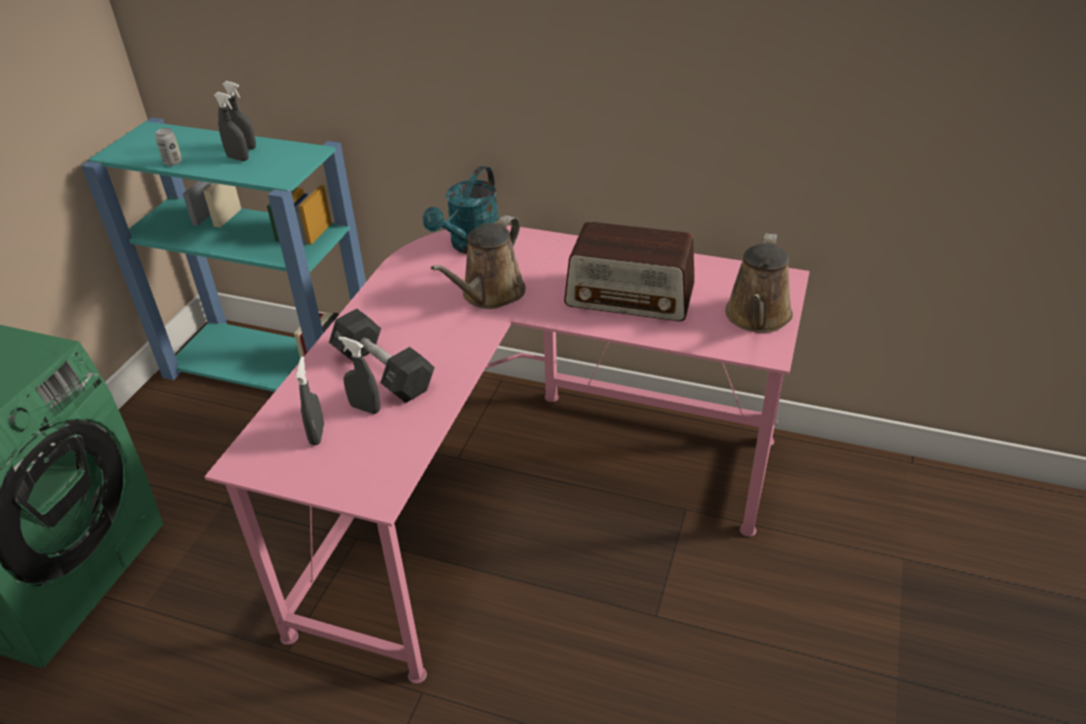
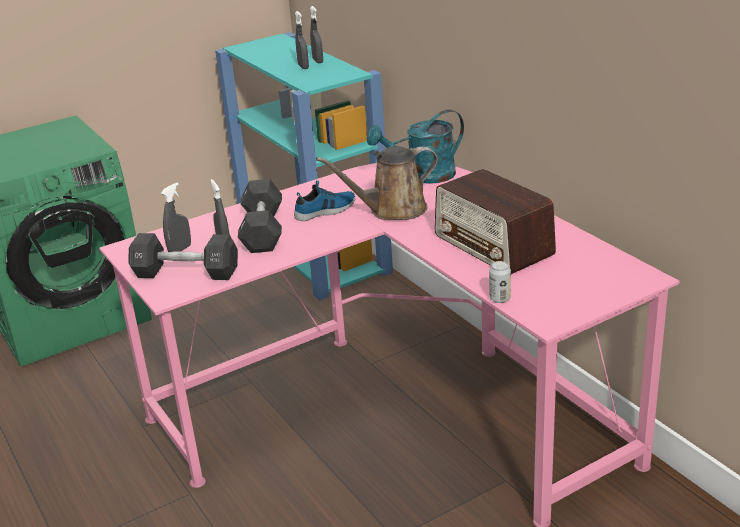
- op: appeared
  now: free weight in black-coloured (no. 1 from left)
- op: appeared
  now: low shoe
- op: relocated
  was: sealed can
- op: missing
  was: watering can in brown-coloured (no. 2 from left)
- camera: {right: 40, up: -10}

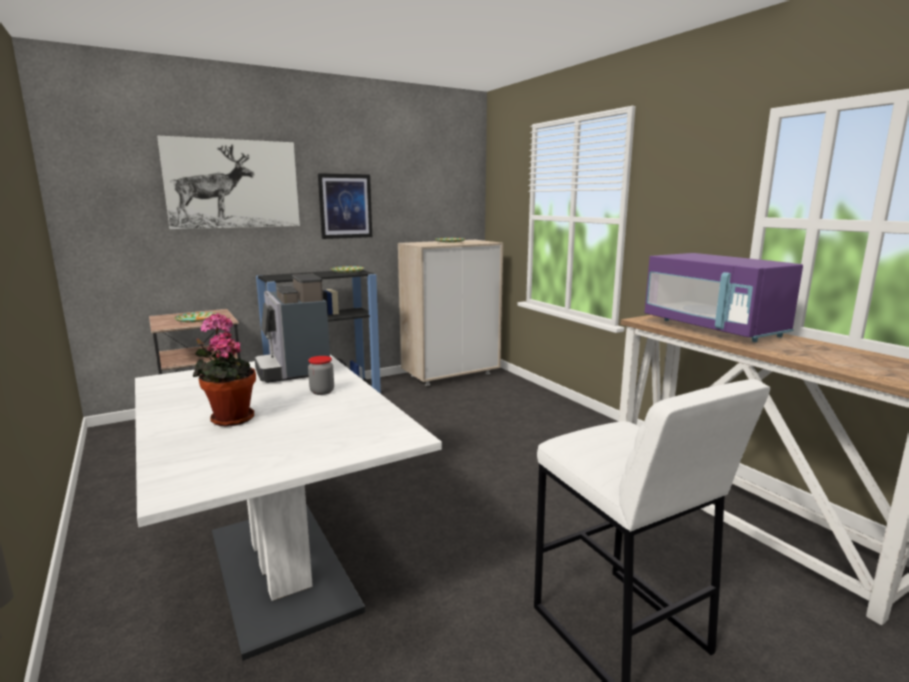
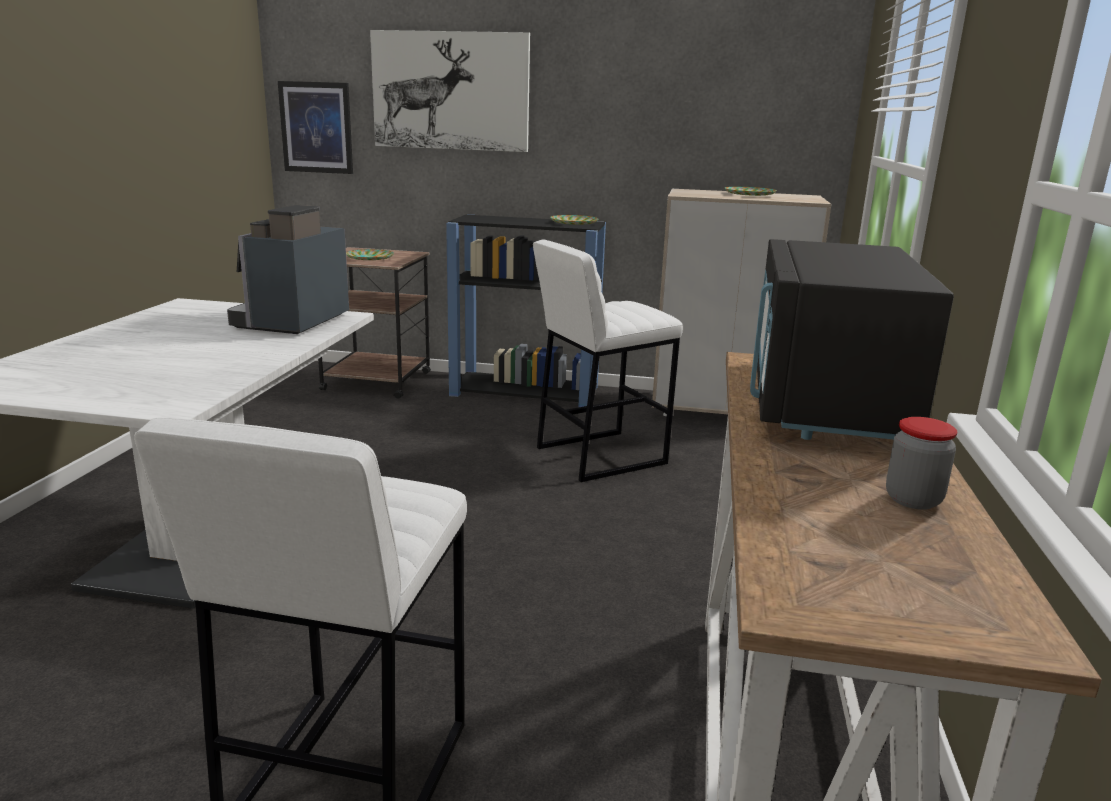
- op: relocated
  was: wall art (no. 2 from left in the first image)
  now: wall art (no. 1 from left)
- op: appeared
  now: stool seat in white-coloured (no. 2 from left)
- op: colour
  was: kitchen microwave in purple-coloured
  now: kitchen microwave in black-coloured
- op: relocated
  was: storage jar
- op: missing
  was: plant in a pot
- camera: {right: 40, up: 5}

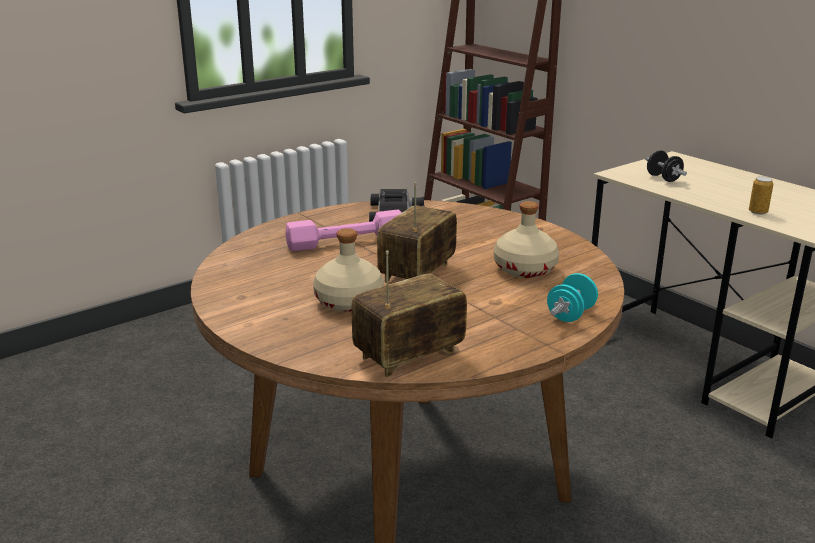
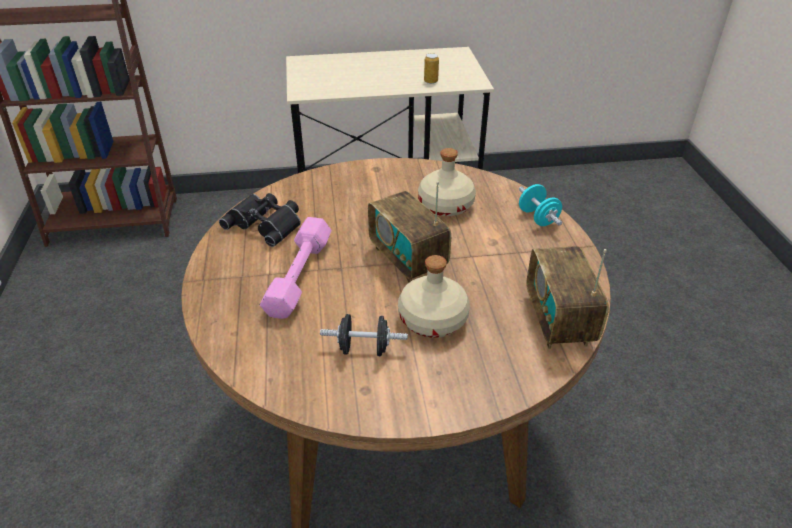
- op: relocated
  was: free weight in black-coloured
- camera: {right: -60, up: 15}

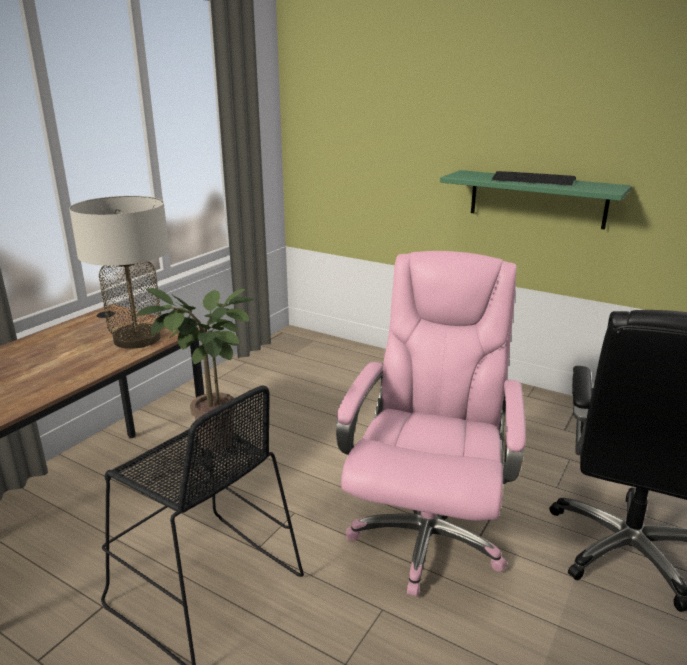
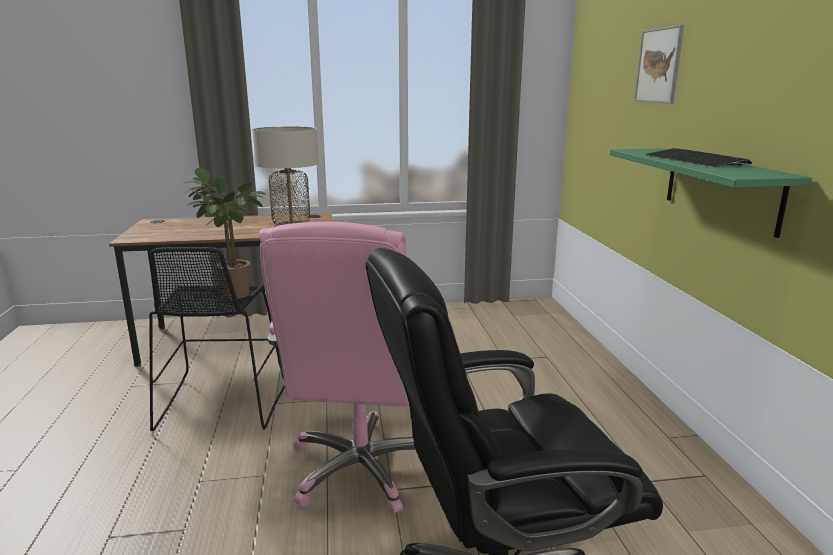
- op: spun
  was: desk chair in pink-coloured
  clockwise: 120
- op: appeared
  now: wall art
- camera: {right: 50, up: -5}

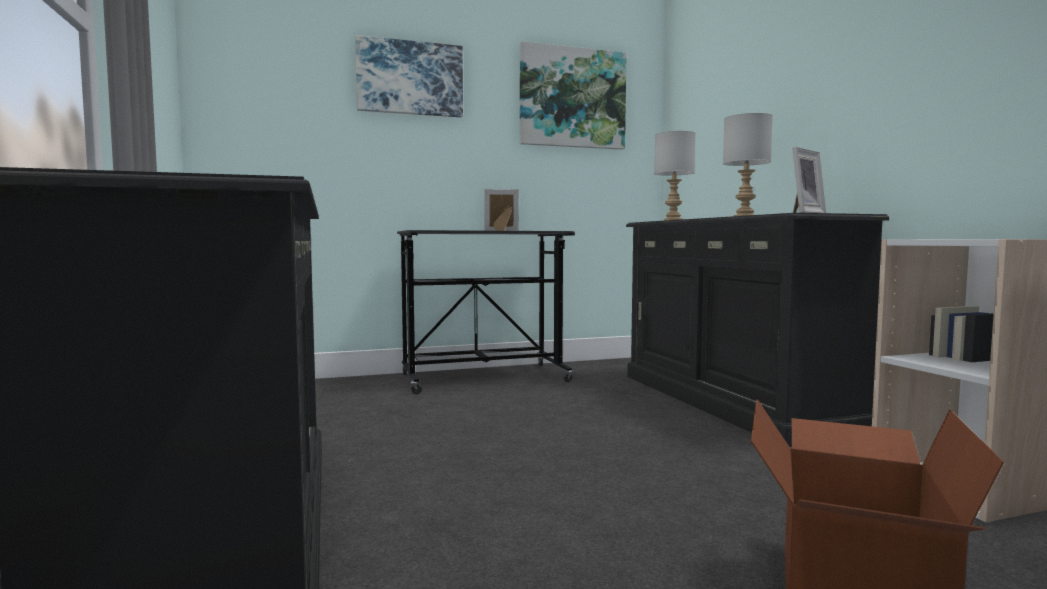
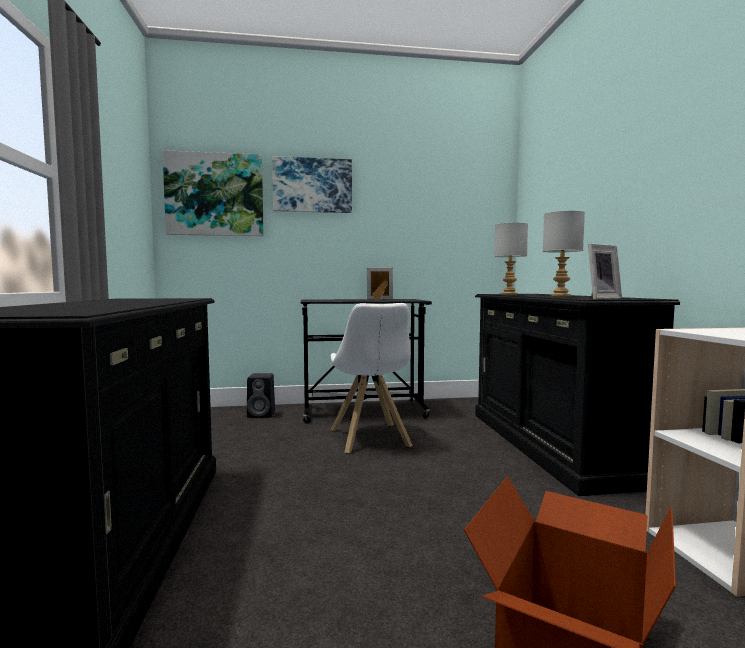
- op: relocated
  was: wall art (no. 2 from left in the first image)
  now: wall art (no. 1 from left)
- op: appeared
  now: audio speaker in black-coloured
- op: appeared
  now: plain chair in white-coloured
- camera: {right: 10, up: 0}

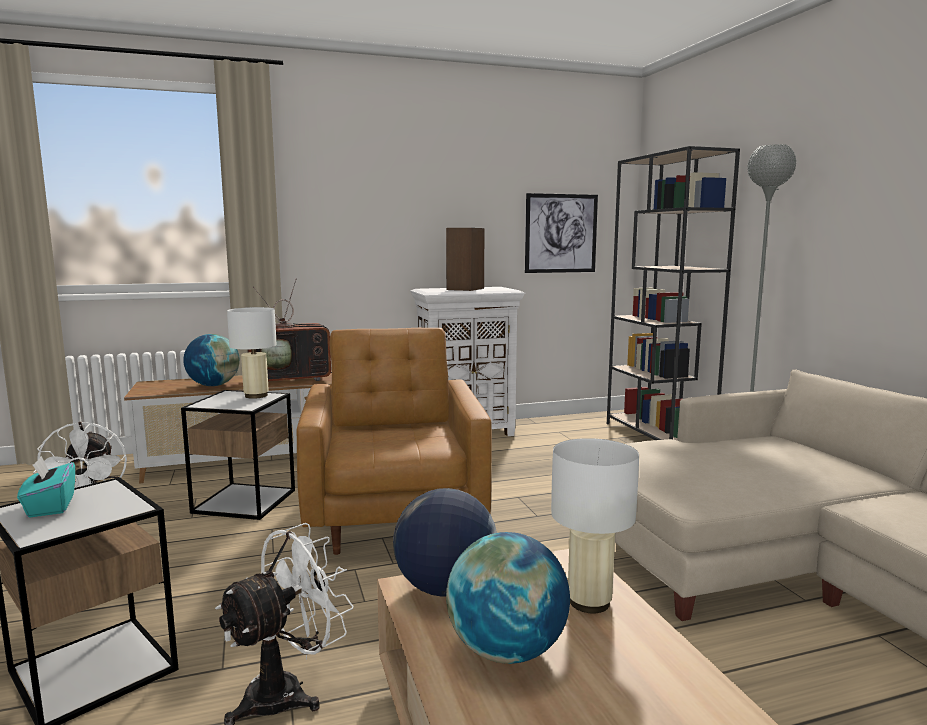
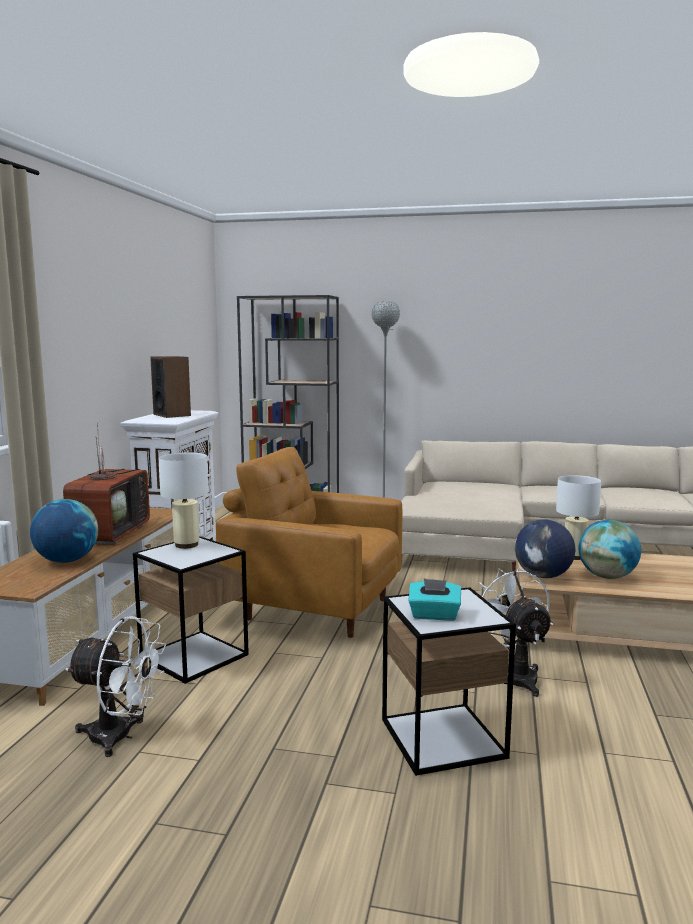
- op: missing
  was: wall art
- camera: {right: -60, up: 0}

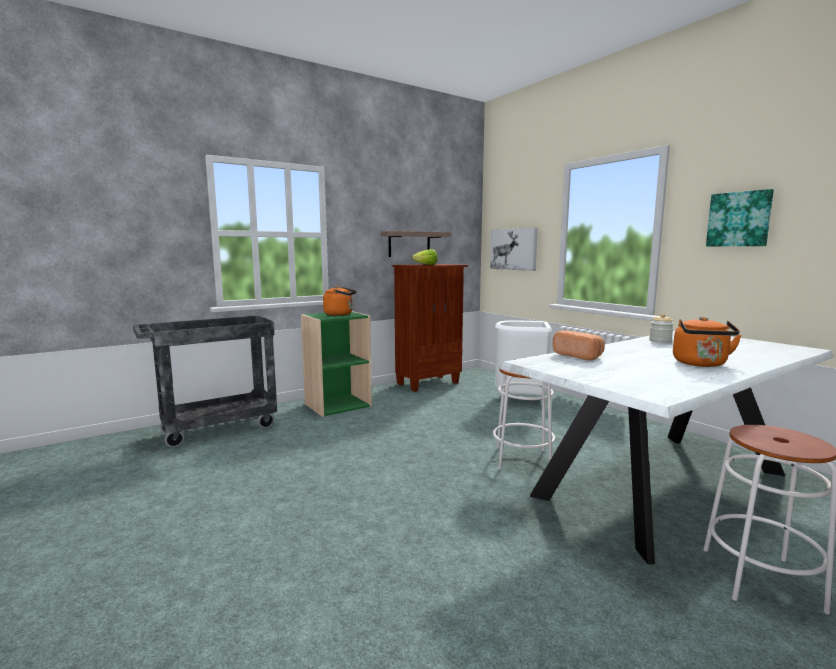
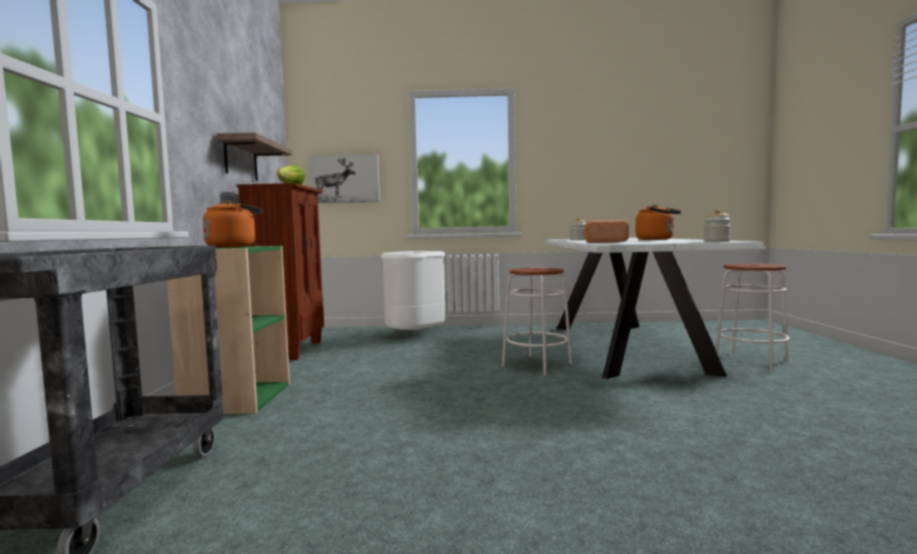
- op: appeared
  now: storage jar (no. 2 from left)
- op: missing
  was: wall art (no. 2 from left)
- camera: {right: -55, up: -5}

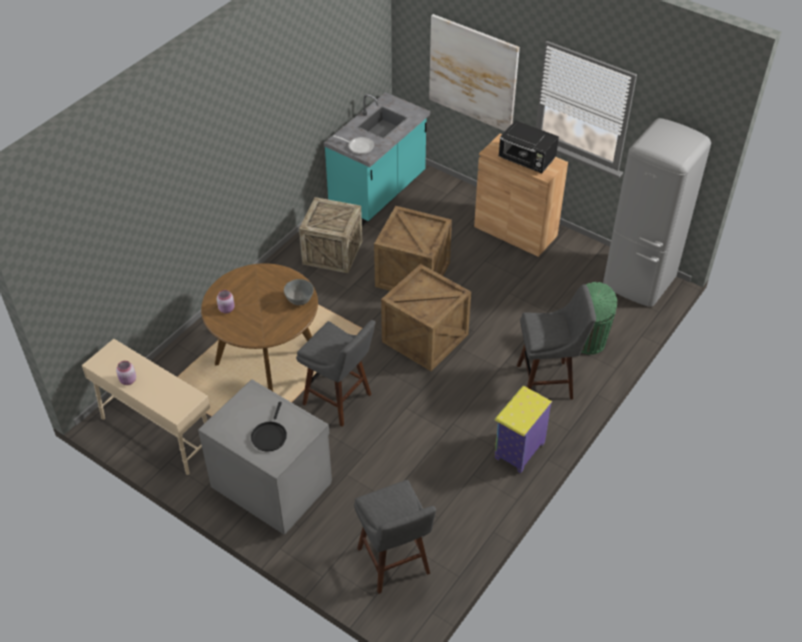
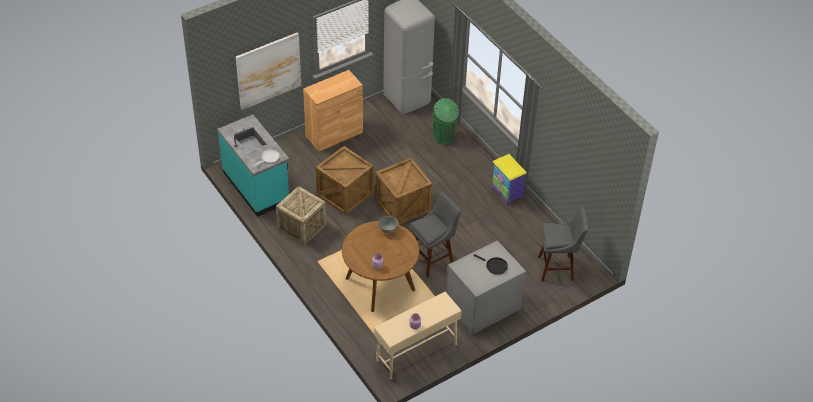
- op: missing
  was: kitchen microwave in black-coloured
- op: missing
  was: stool seat in gray (no. 3 from left)
- camera: {right: -70, up: 0}

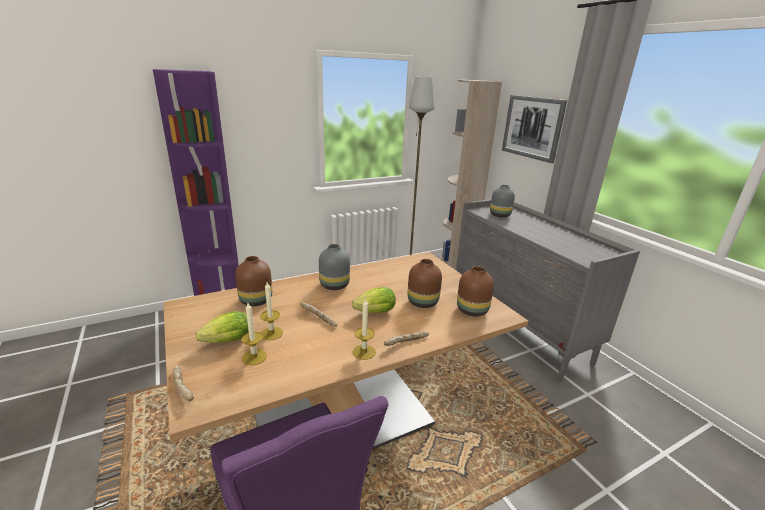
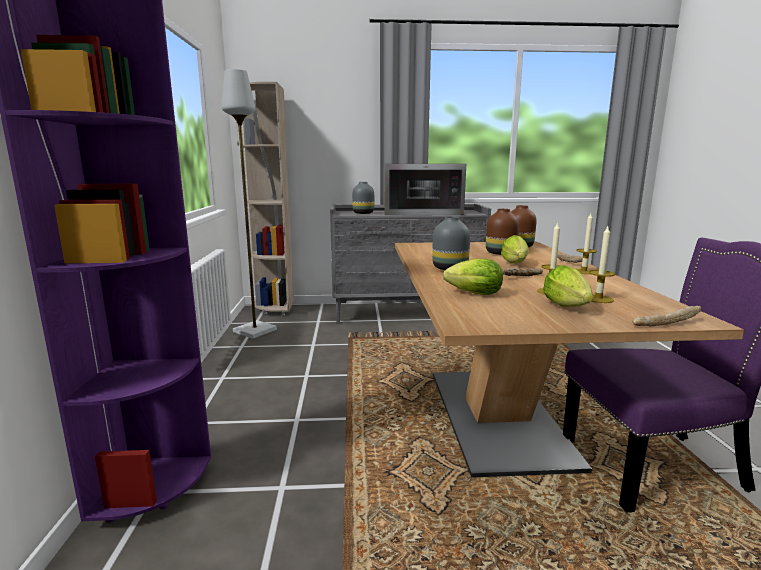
- op: appeared
  now: kitchen microwave
- op: exchanged
  was: decorative vase in brown-coloured (no. 1 from left)
  now: head of lettuce (no. 1 from left)
- op: missing
  was: wall art
- camera: {right: -65, up: -10}

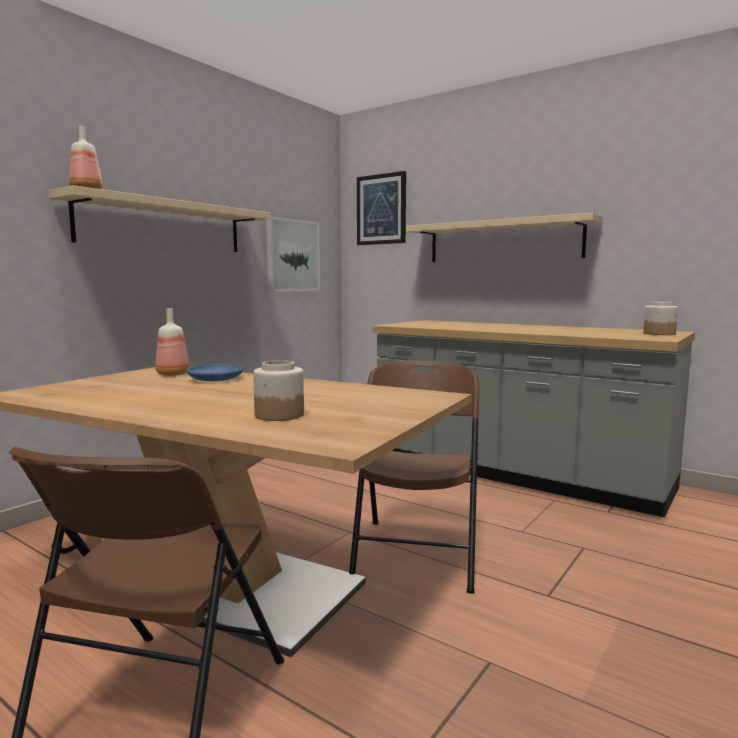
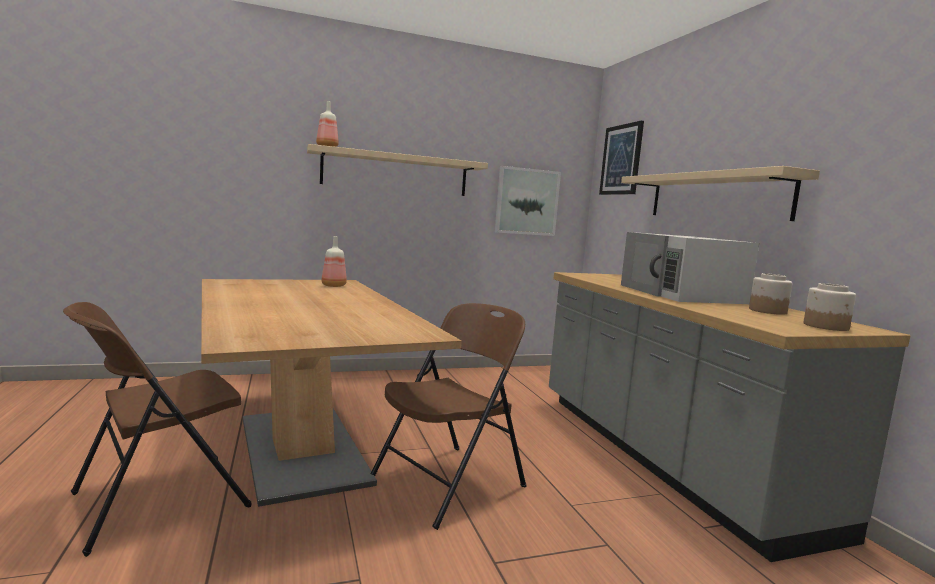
- op: appeared
  now: kitchen microwave in white-coloured
- op: relocated
  was: storage jar (no. 1 from left)
- op: missing
  was: flat dish in blue-coloured
- camera: {right: 35, up: 0}

